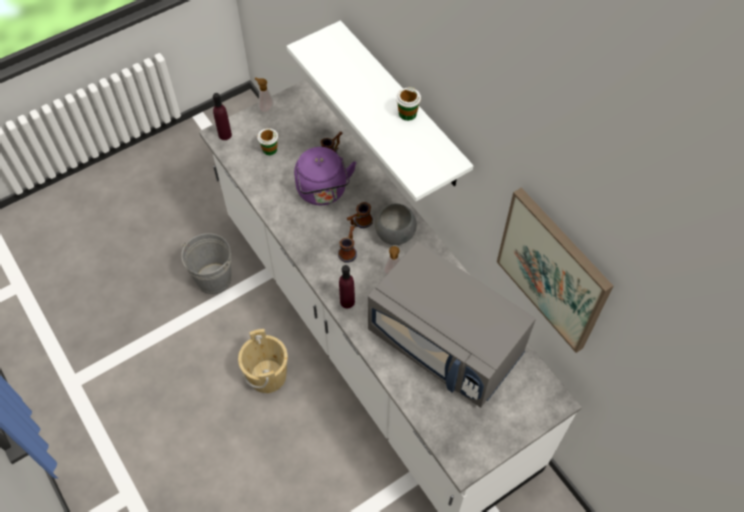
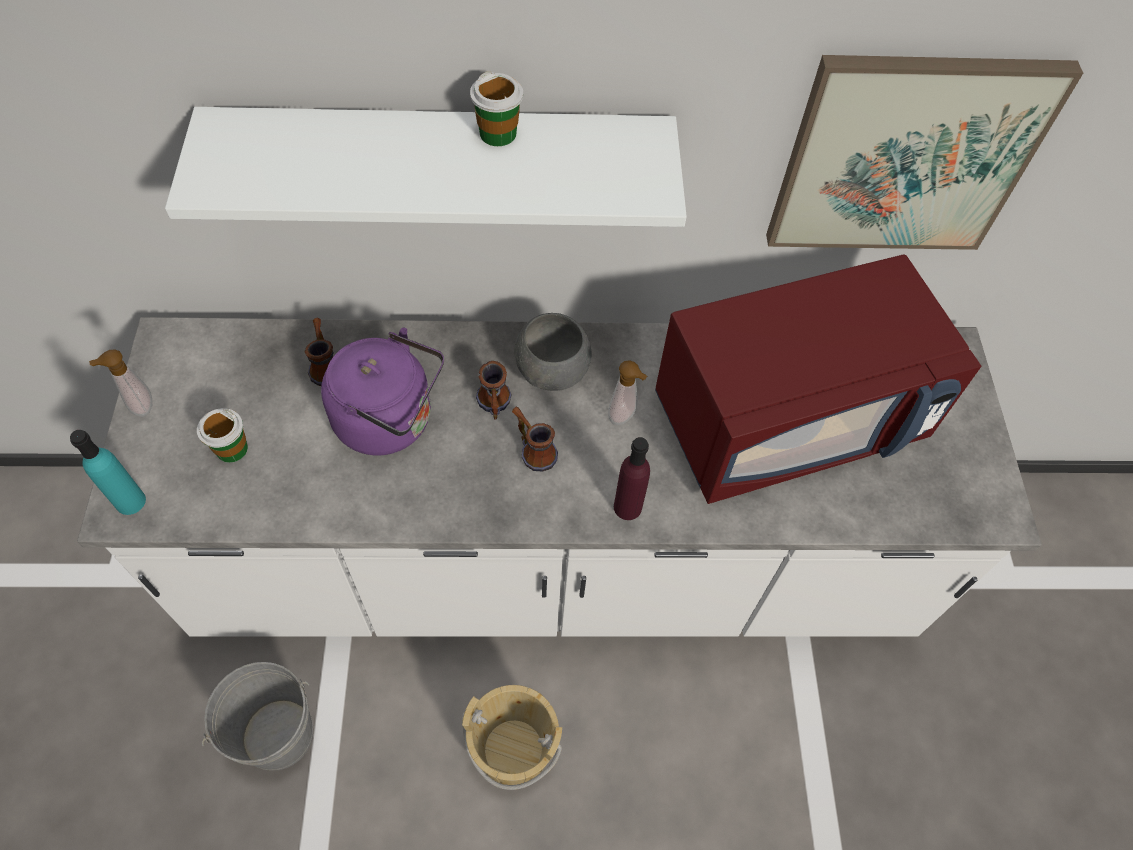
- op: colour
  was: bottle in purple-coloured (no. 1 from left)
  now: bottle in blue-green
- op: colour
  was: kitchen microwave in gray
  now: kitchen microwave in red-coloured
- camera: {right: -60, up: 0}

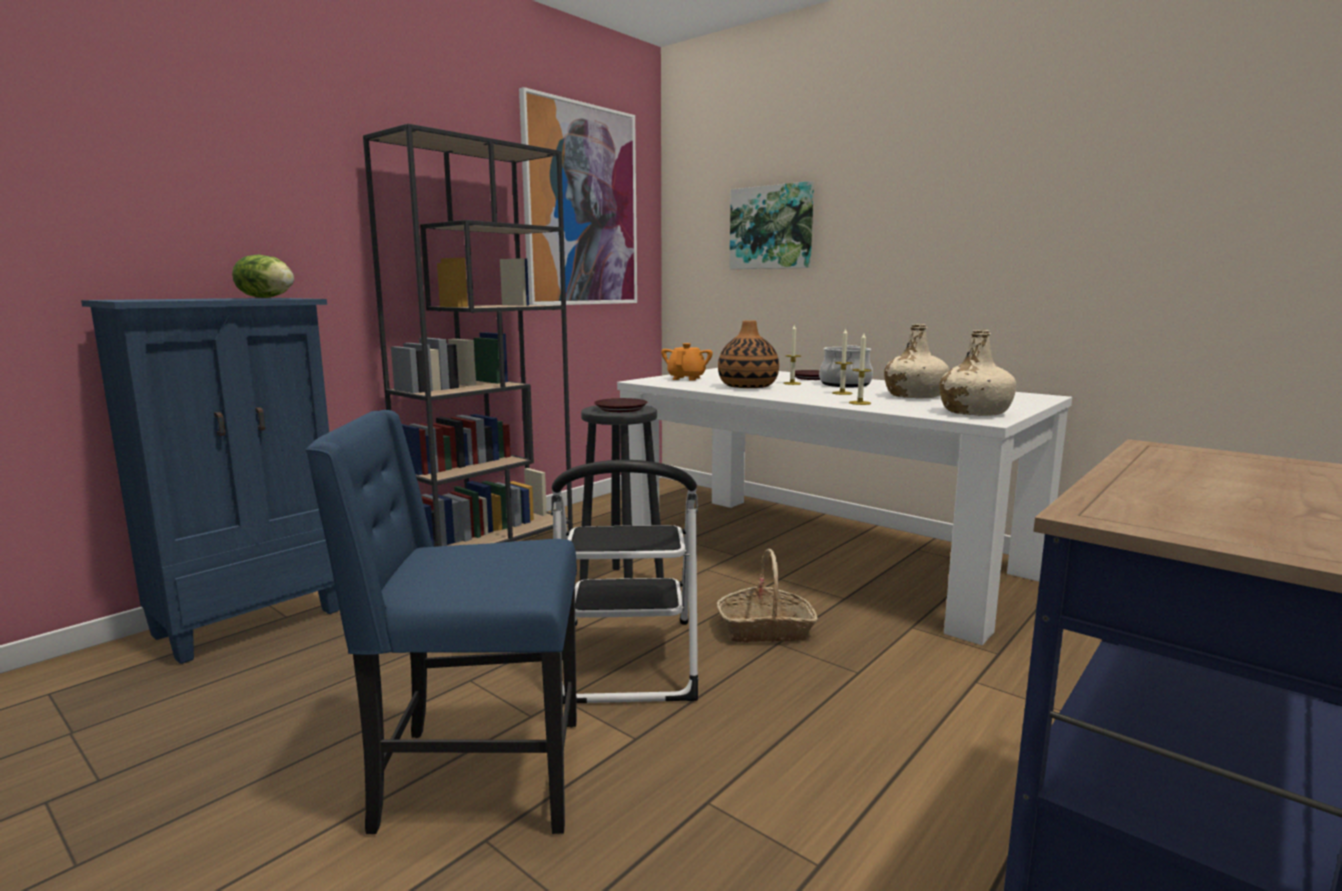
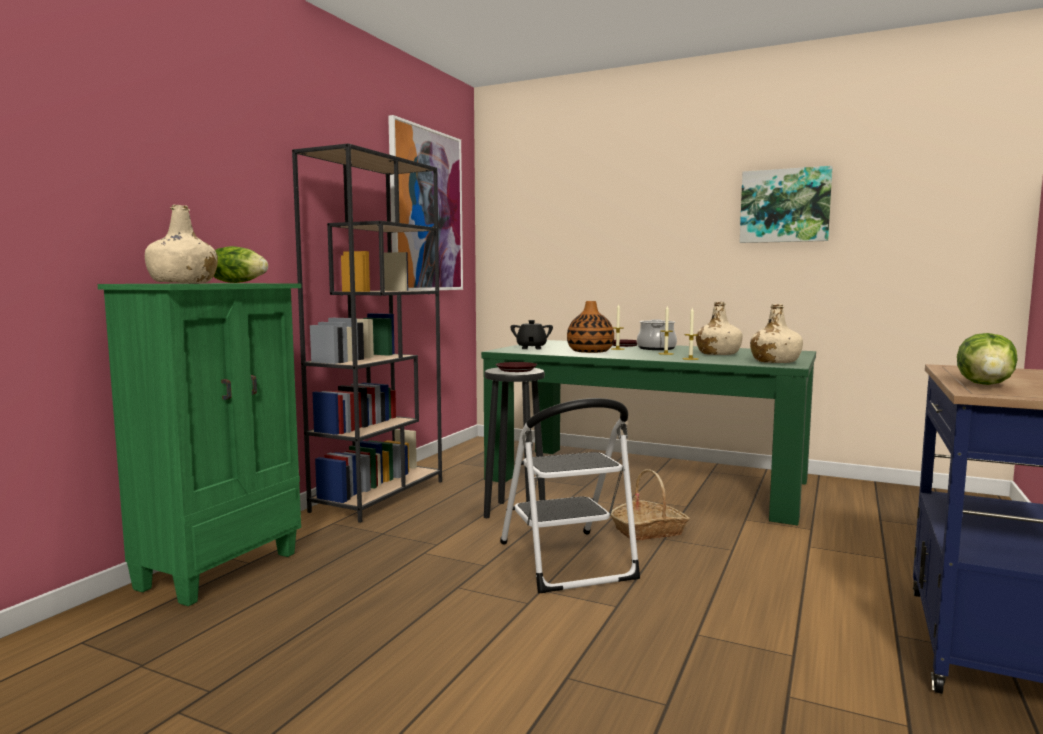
- op: colour
  was: cabinet in blue-coloured
  now: cabinet in greenish
- op: appeared
  now: bottle in sand-coloured (no. 1 from left)
- op: colour
  was: dining table in white-coloured
  now: dining table in greenish
- op: colour
  was: pot for tea in orange
  now: pot for tea in black-coloured
- op: relocated
  was: wall art (no. 2 from left)
- op: appeared
  now: head of lettuce (no. 2 from left)
- op: missing
  was: plain chair in blue-coloured
- camera: {right: -15, up: -5}

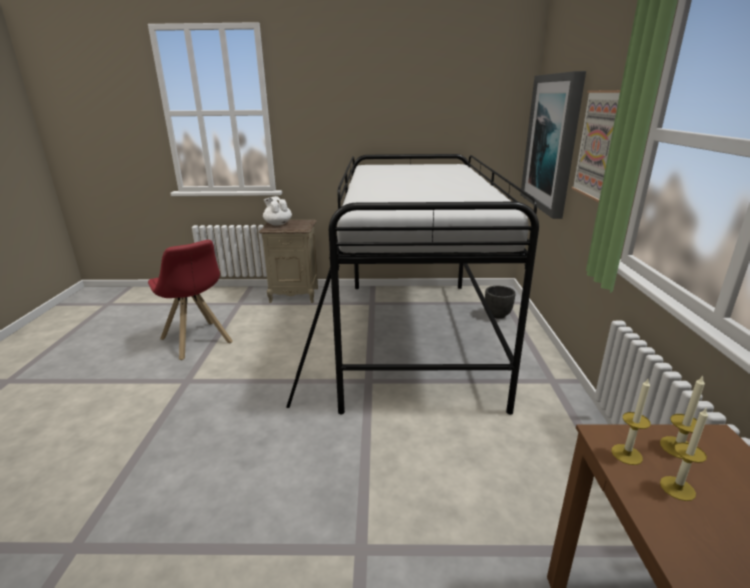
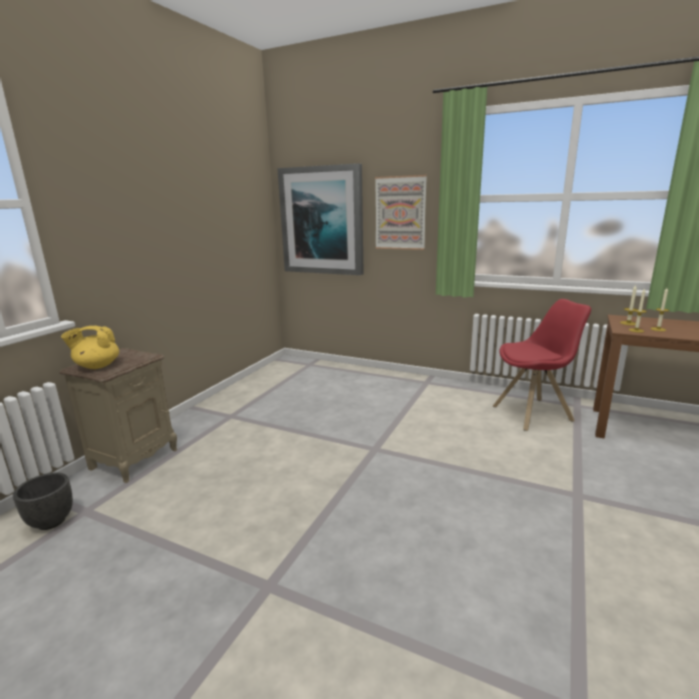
- op: relocated
  was: plant pot in black-coloured
- op: colour
  was: pot for tea in white-coloured
  now: pot for tea in yellow
- op: relocated
  was: plain chair in red-coloured
- op: missing
  was: sleeping bed in black-coloured
- camera: {right: -65, up: -5}

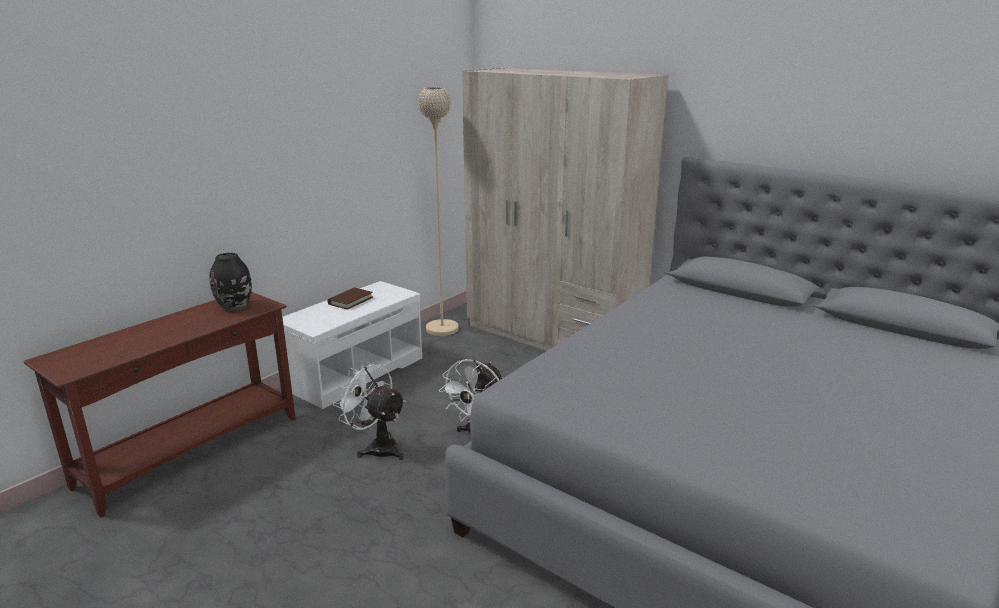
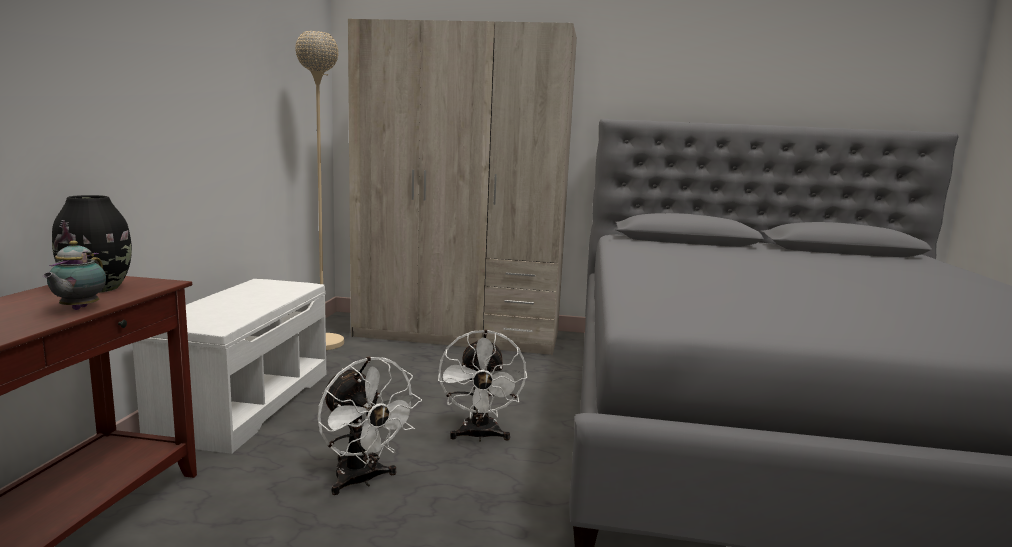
- op: appeared
  now: pot for tea
- op: spun
  was: fan in white-coloured (no. 1 from left)
  clockwise: -135
- op: missing
  was: volume in brown-coloured
- camera: {right: -30, up: -10}

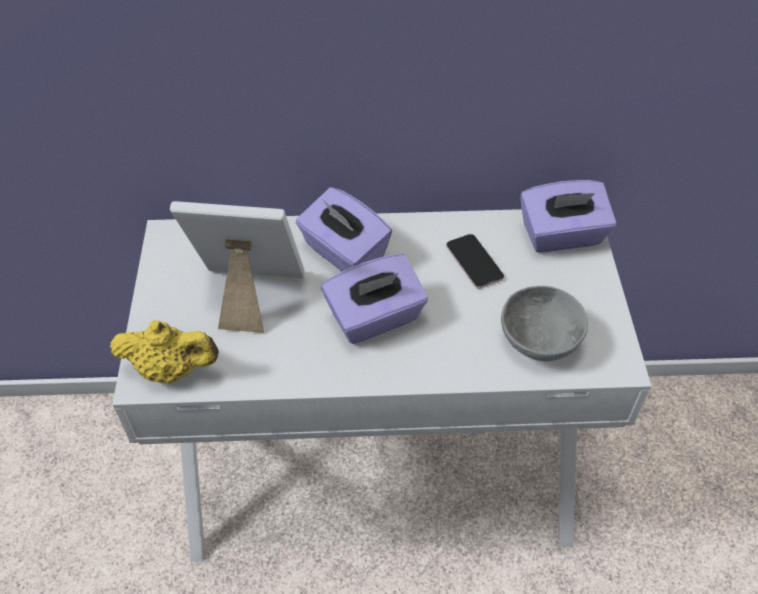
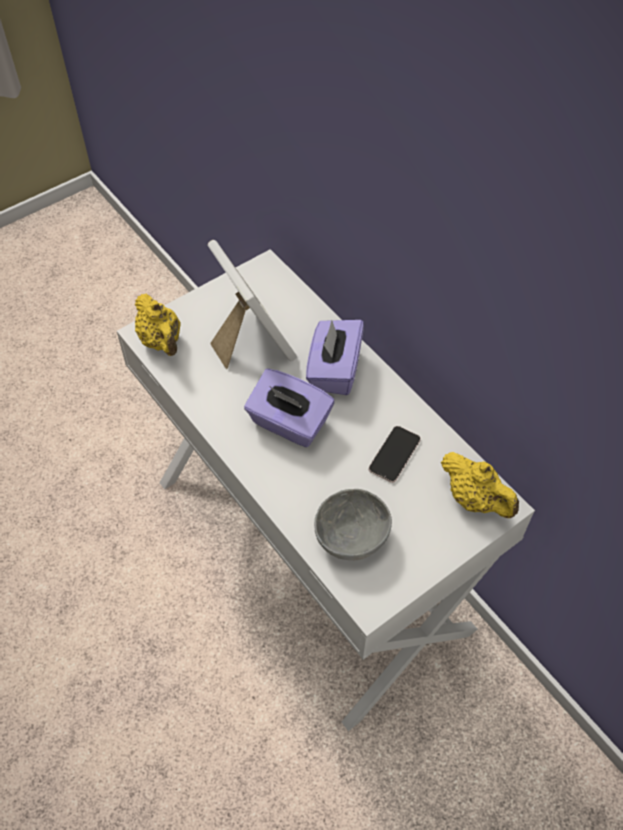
- op: exchanged
  was: tissue holder in purple-coloured (no. 3 from left)
  now: pot for tea in yellow (no. 2 from left)
- camera: {right: 55, up: 5}

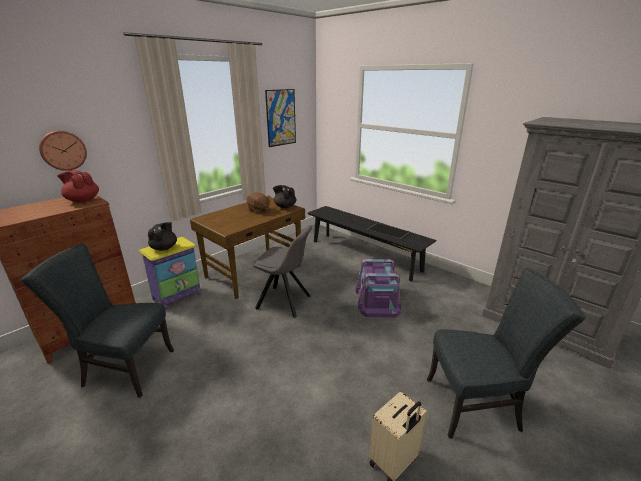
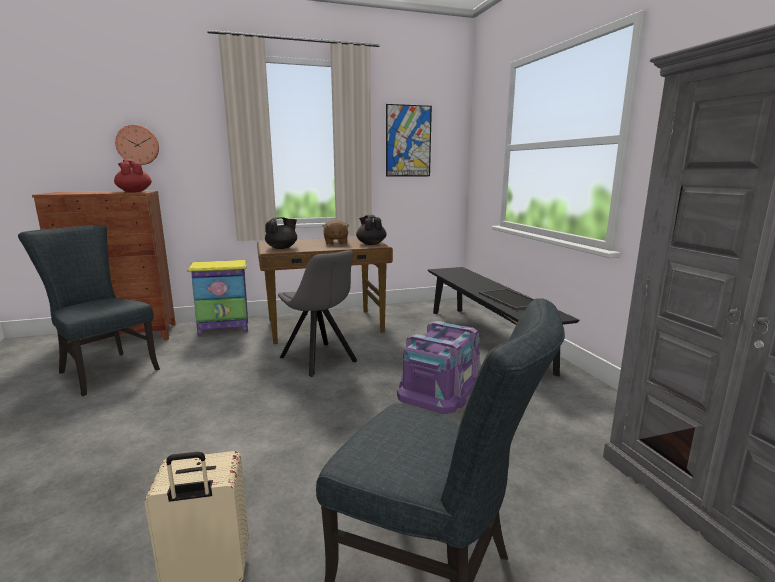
- op: relocated
  was: pot for tea in black-coloured (no. 1 from left)
- camera: {right: 30, up: -10}

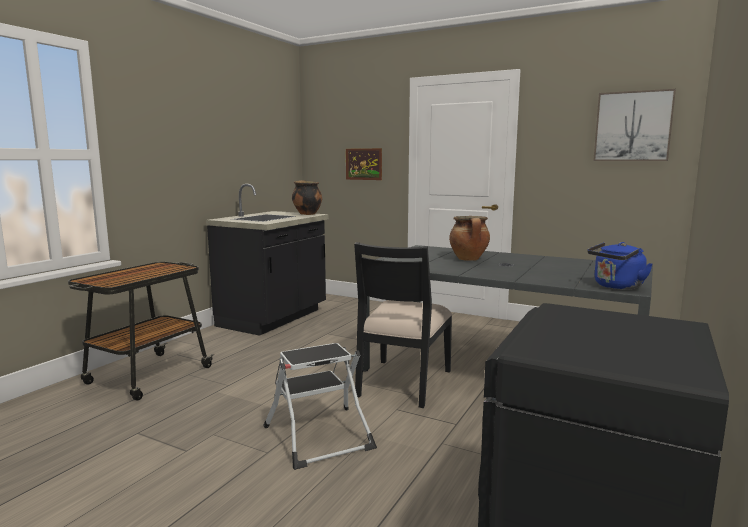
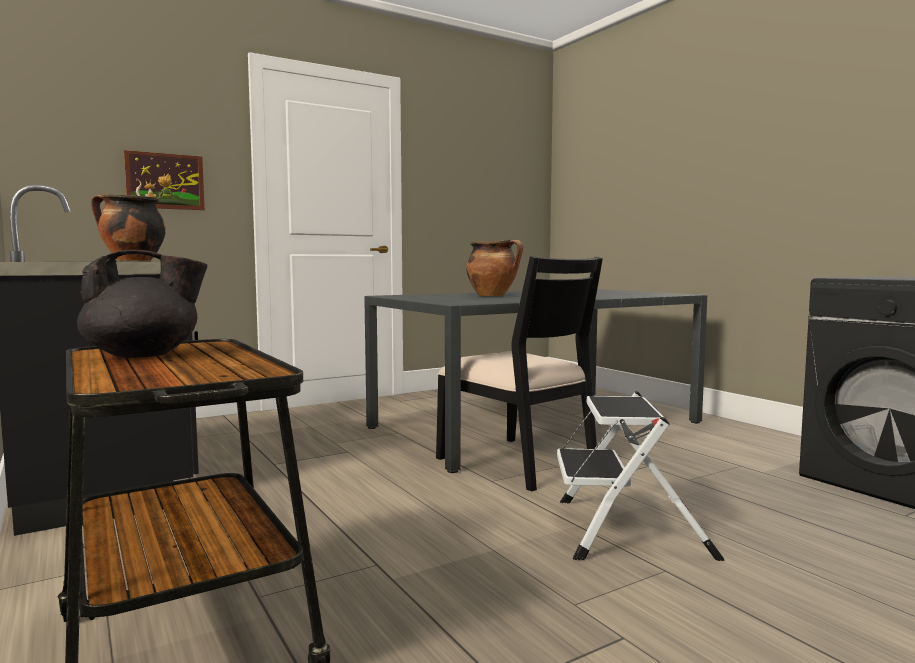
- op: appeared
  now: pot for tea in black-coloured
- op: missing
  was: tea kettle in blue-coloured
- op: missing
  was: wall art (no. 2 from left)
- camera: {right: -60, up: -5}

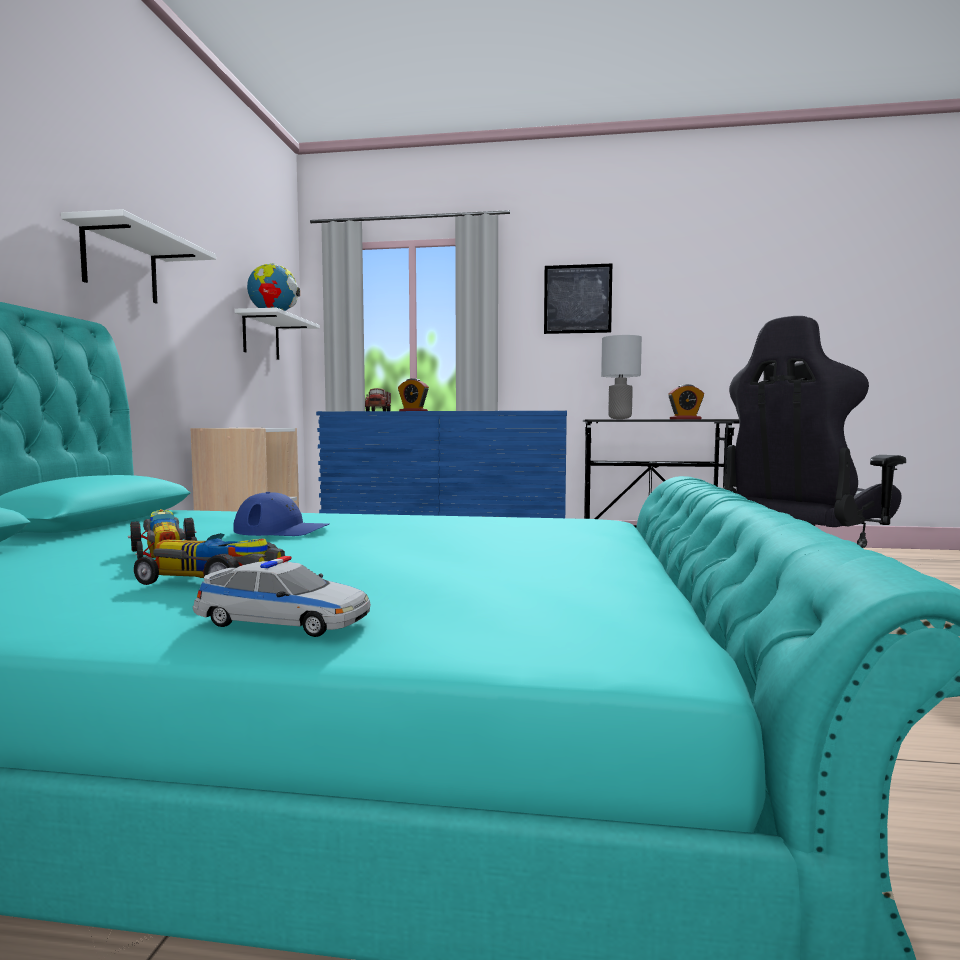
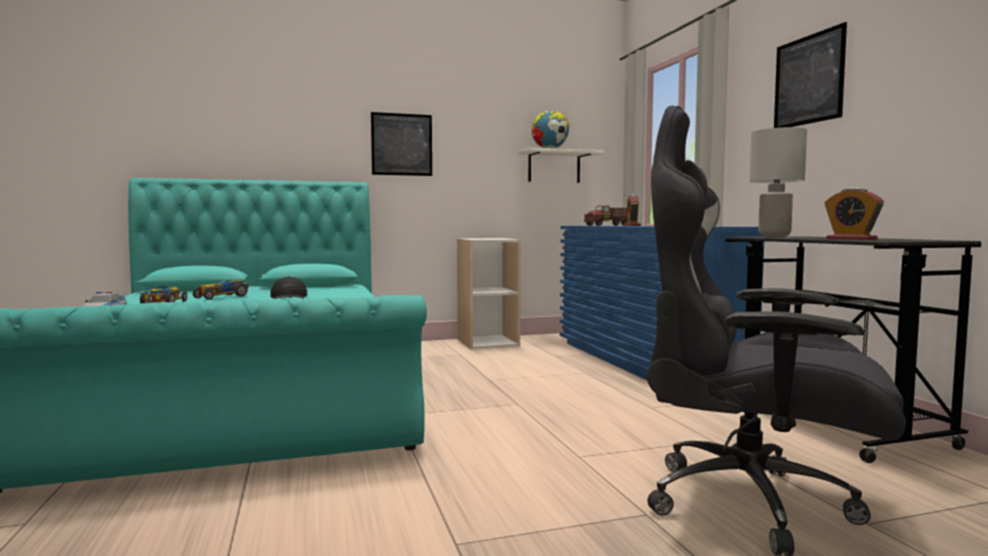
- op: colour
  was: cap in blue-coloured
  now: cap in black-coloured
- op: exchanged
  was: wall shelf in white-coloured (no. 1 from left)
  now: wall art (no. 1 from left)
- camera: {right: 65, up: 0}

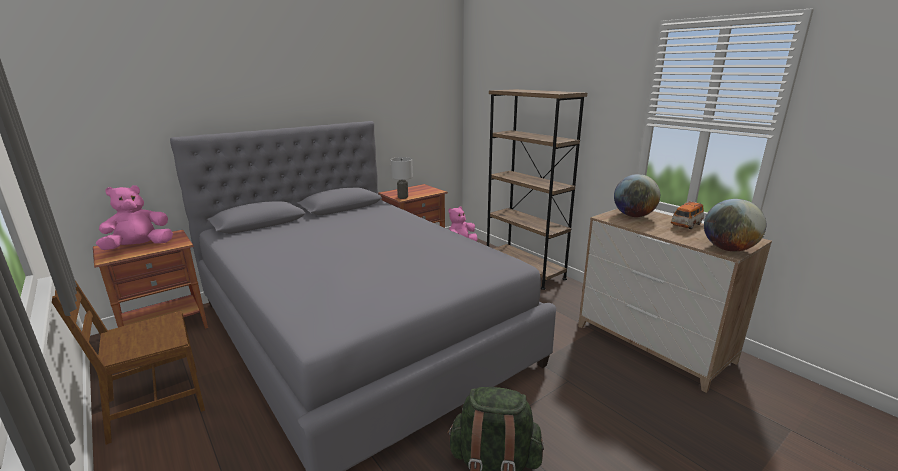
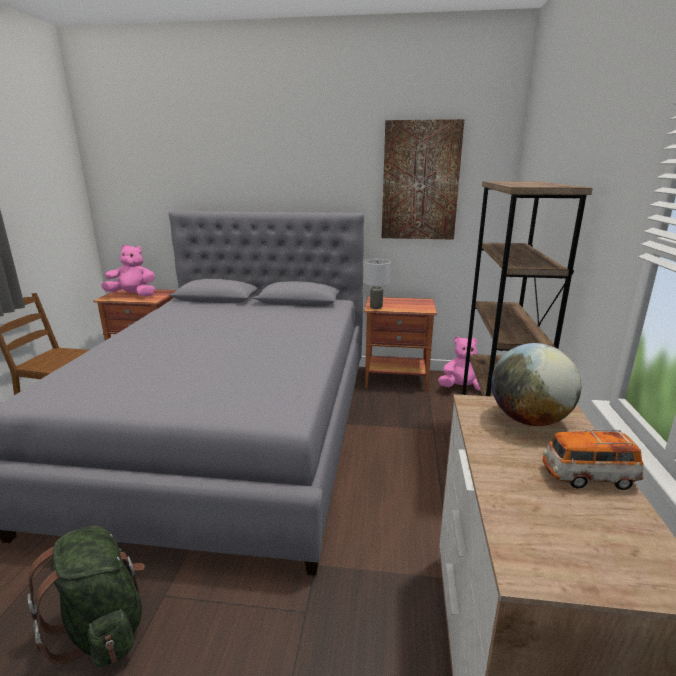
- op: appeared
  now: wall art
- op: missing
  was: globe (no. 2 from left)
- camera: {right: 45, up: 0}

